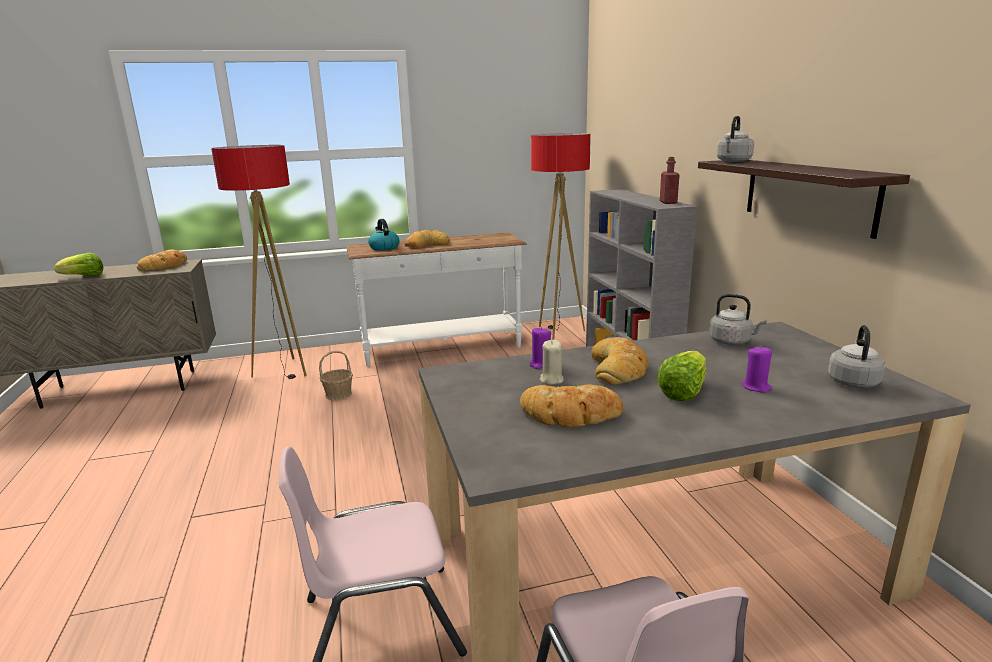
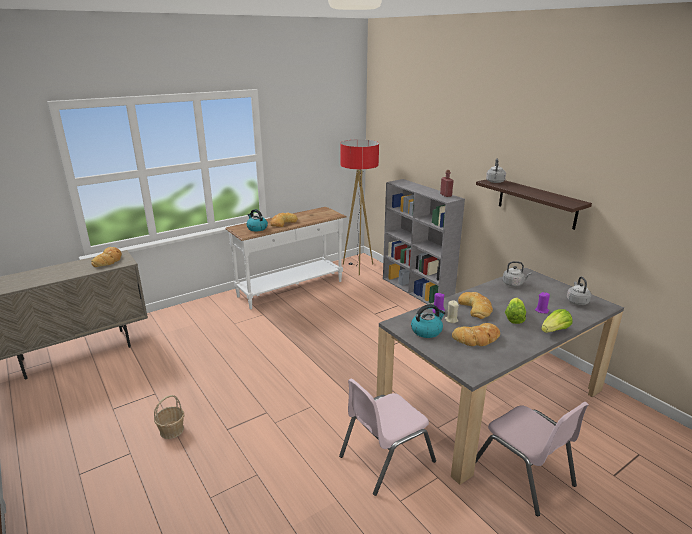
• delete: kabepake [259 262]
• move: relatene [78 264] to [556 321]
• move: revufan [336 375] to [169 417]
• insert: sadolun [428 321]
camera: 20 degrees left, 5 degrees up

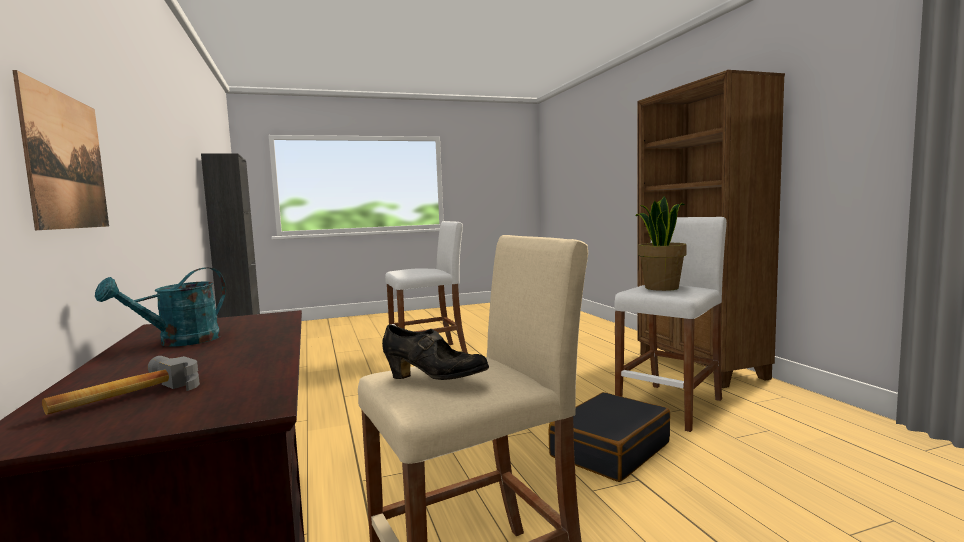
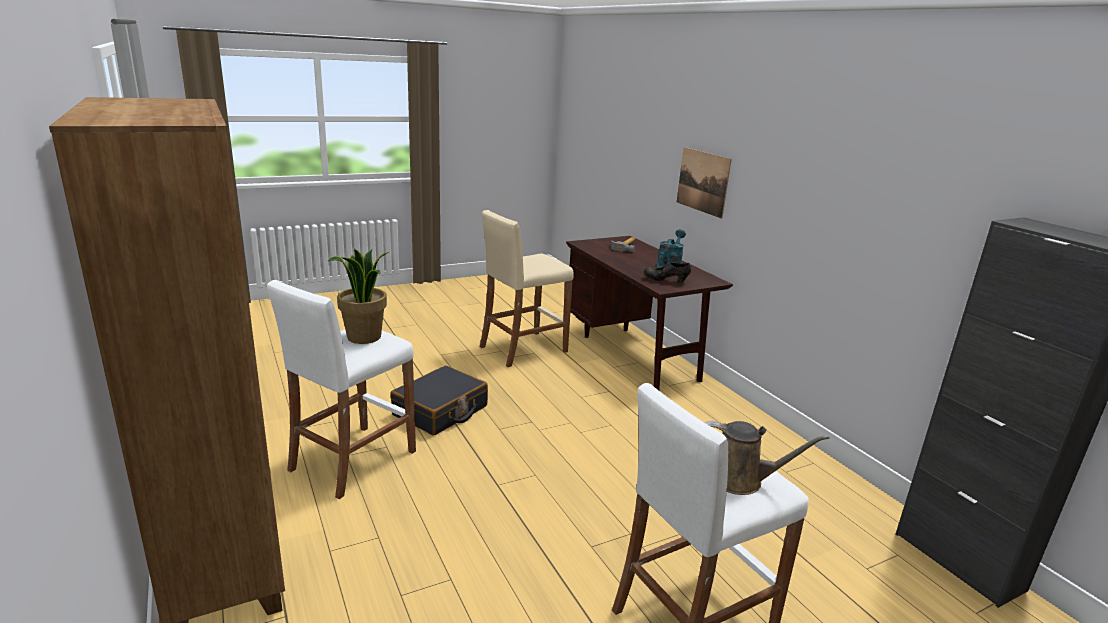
• move: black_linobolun [435 352] to [667 272]
• insert: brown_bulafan [767 458]
camera: 170 degrees right, 15 degrees up

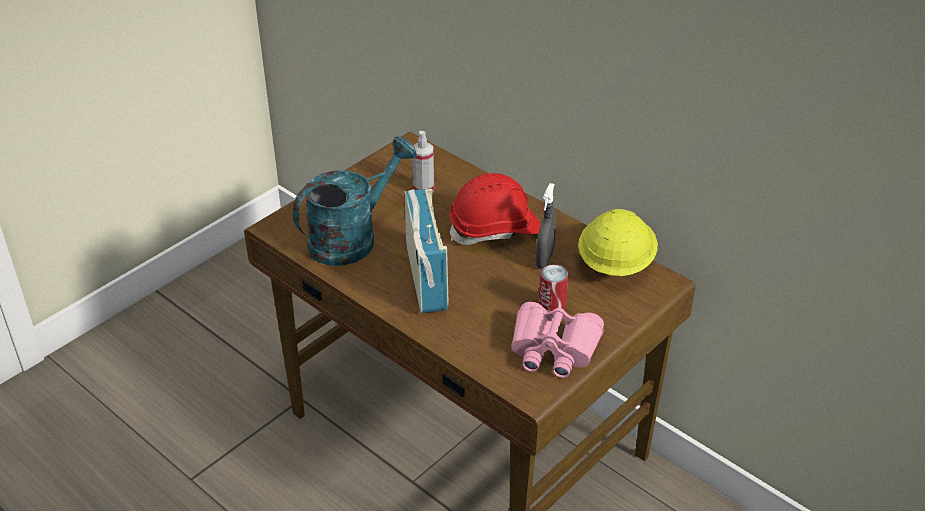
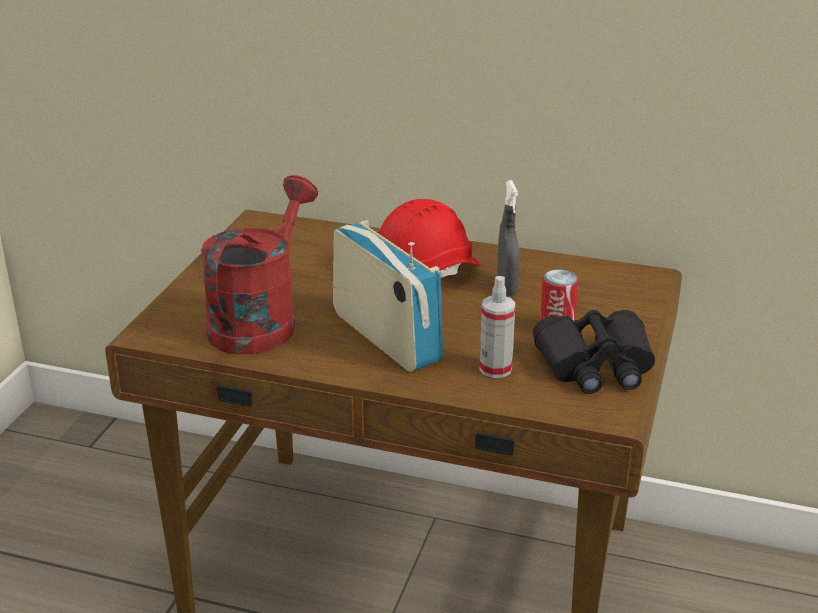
• move: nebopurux [423 161] to [497 327]
• recolor: turquoise_bulafan [355 201] to red_bulafan [259 264]
• delete: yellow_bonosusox [618 242]
• recolor: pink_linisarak [557 340] to black_linisarak [594 352]
camera: 25 degrees left, 10 degrees down

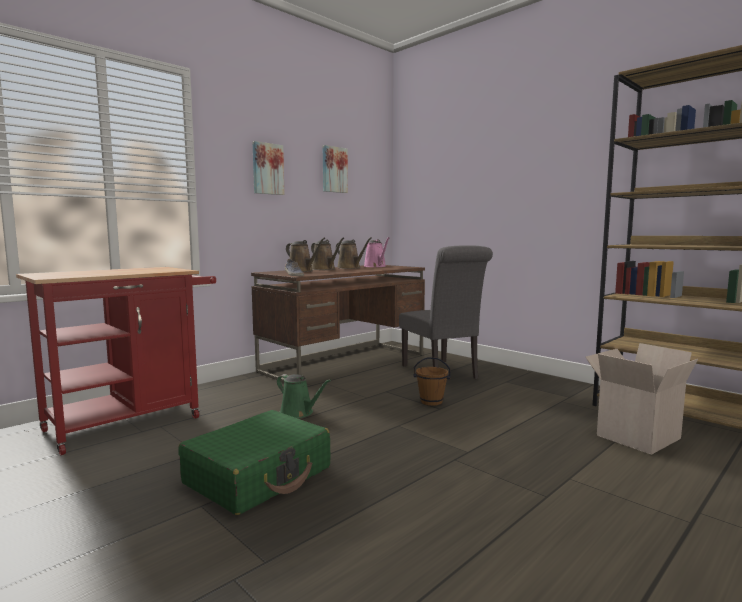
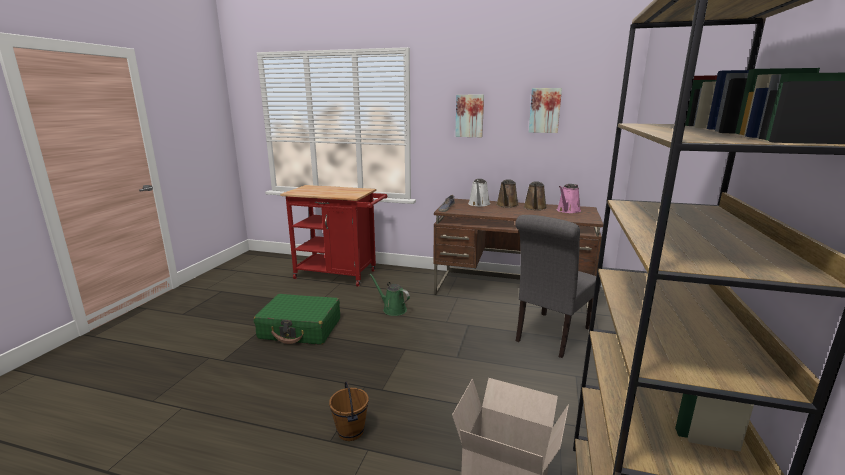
• recolor: brown_bulafan [305 255] to white_bulafan [479 193]
• move: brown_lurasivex [432 381] to [349 411]
• rotate: green_bulafan [304 396] = [389 295] 120 degrees clockwise
camera: 60 degrees right, 10 degrees up

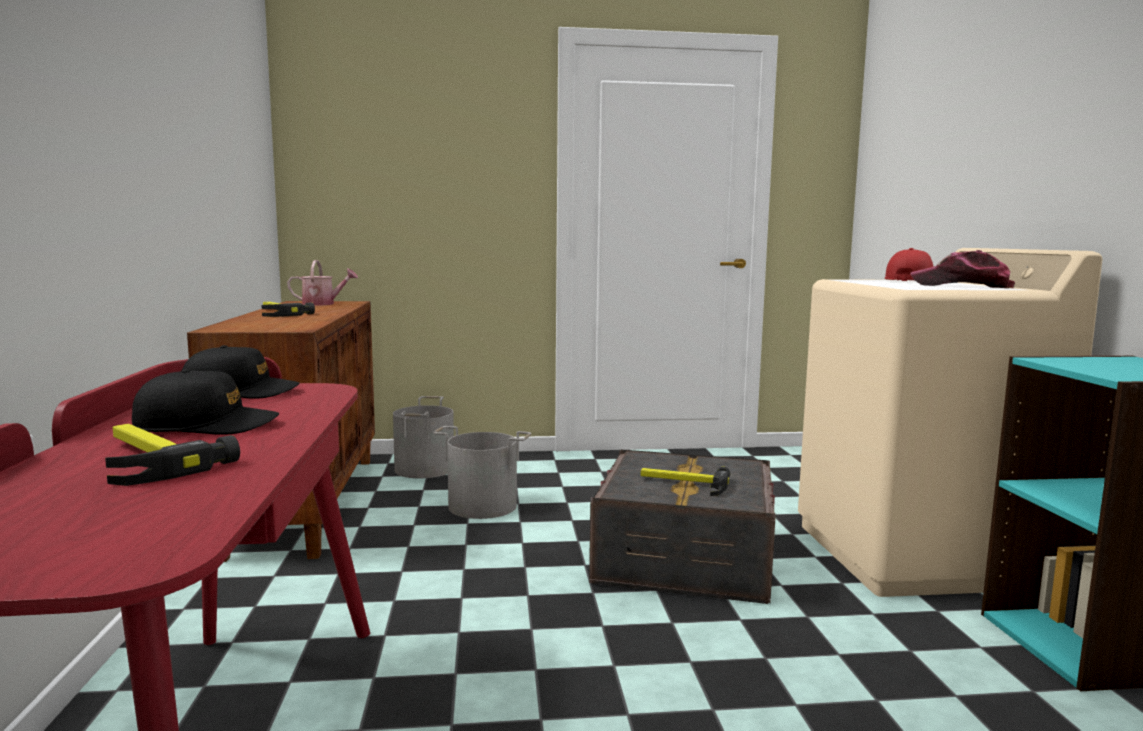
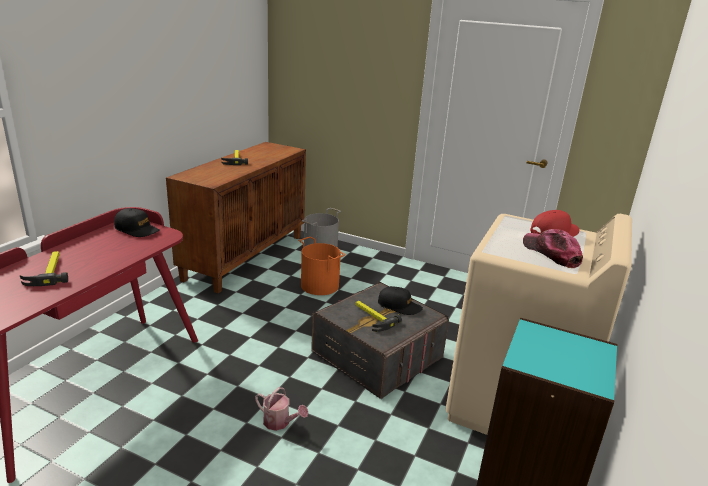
• move: bulafan [322 283] to [281 409]
• move: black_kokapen [205 402] to [400 300]
• recolor: grey_lurasivex [482 472] to orange_lurasivex [322 266]
camera: 30 degrees right, 15 degrees up

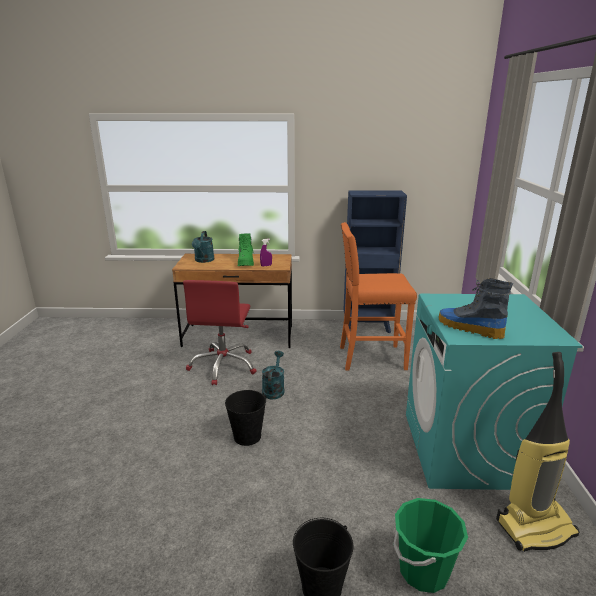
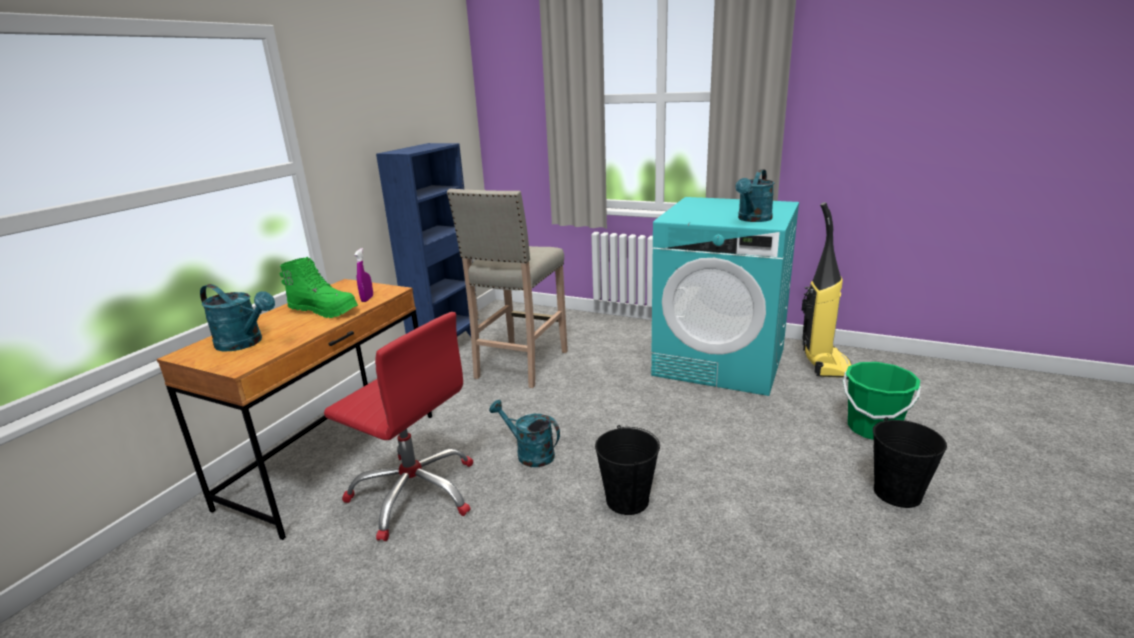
• recolor: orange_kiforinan [378 296] to beige_kiforinan [507 288]
• replace: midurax [476 308] to turquoise_bulafan [754 195]
camera: 65 degrees left, 0 degrees up

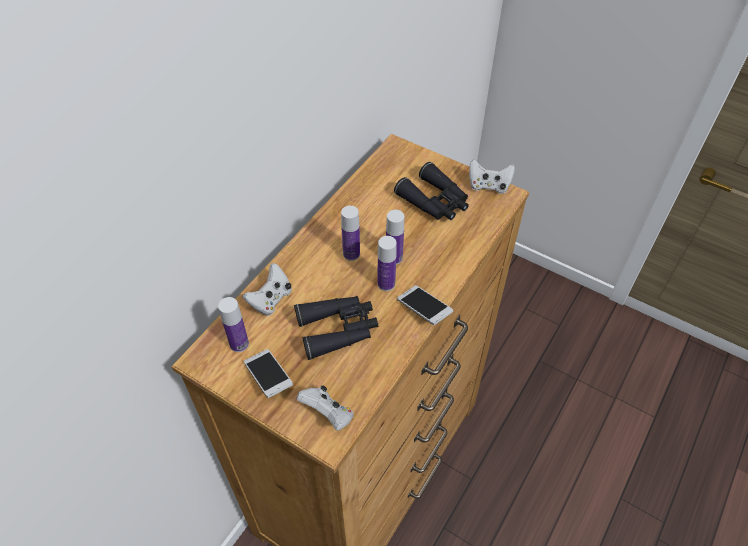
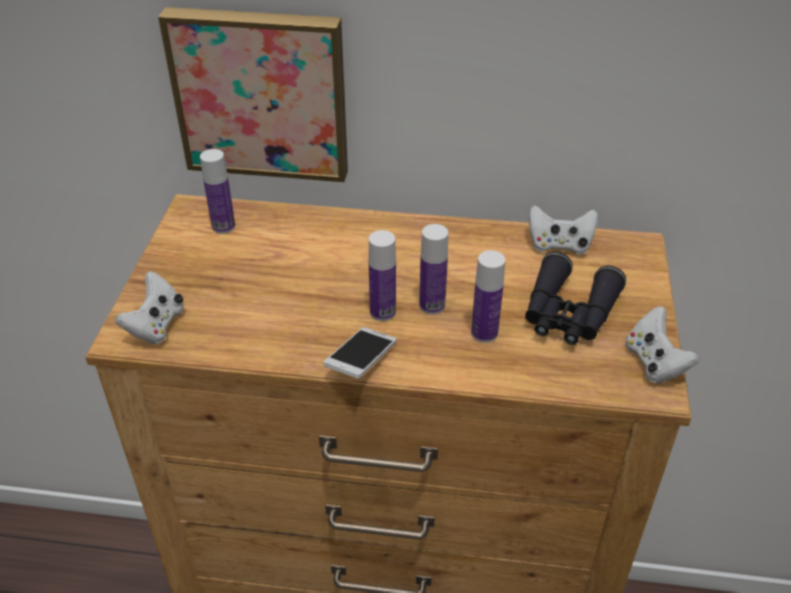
• move: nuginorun [350 233] to [488 296]
• move: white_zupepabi [267 289] to [563 230]
• delete: black_linisarak [336 328]
• delete: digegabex [268 373]
• insert: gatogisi [253 94]
camera: 65 degrees right, 10 degrees down

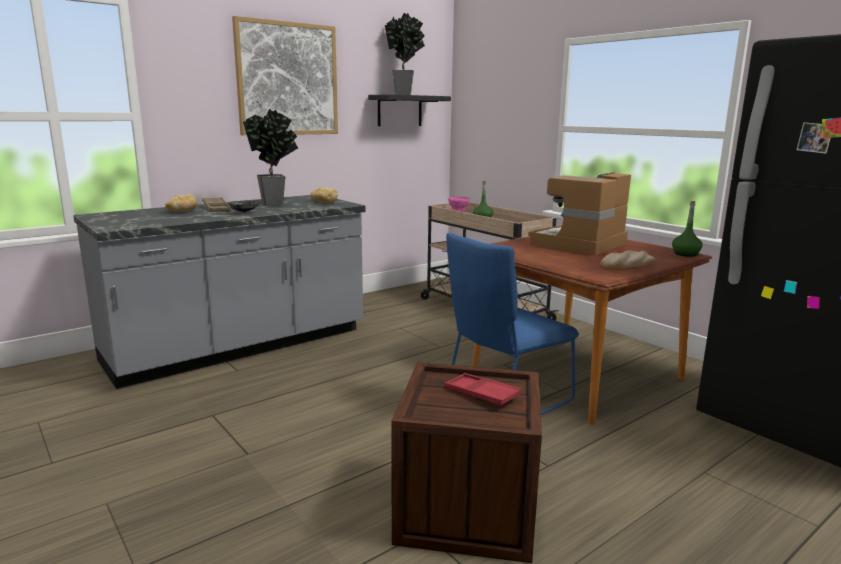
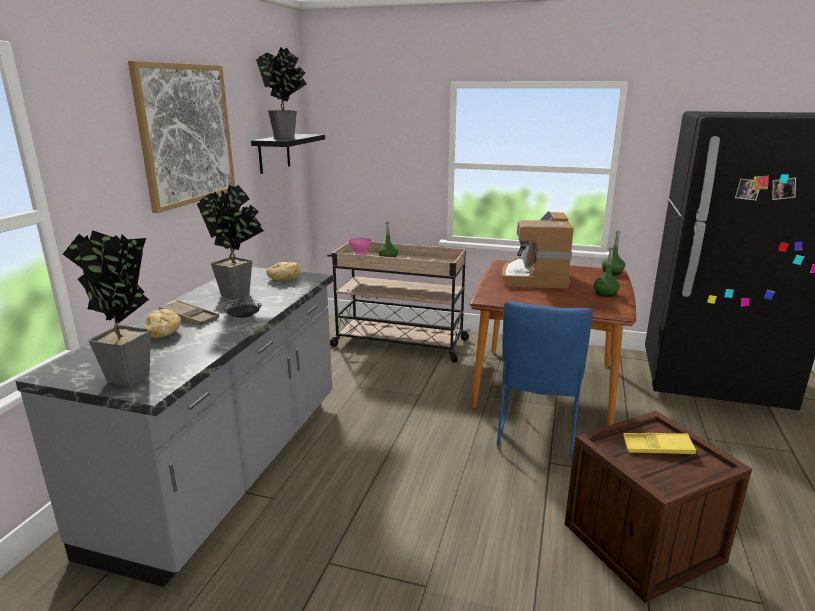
• replace: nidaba [628 259] to green_nuginorun [607 272]
• recolor: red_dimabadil [482 389] to yellow_dimabadil [659 443]
• insert: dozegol [107 308]
camera: 35 degrees left, 5 degrees up

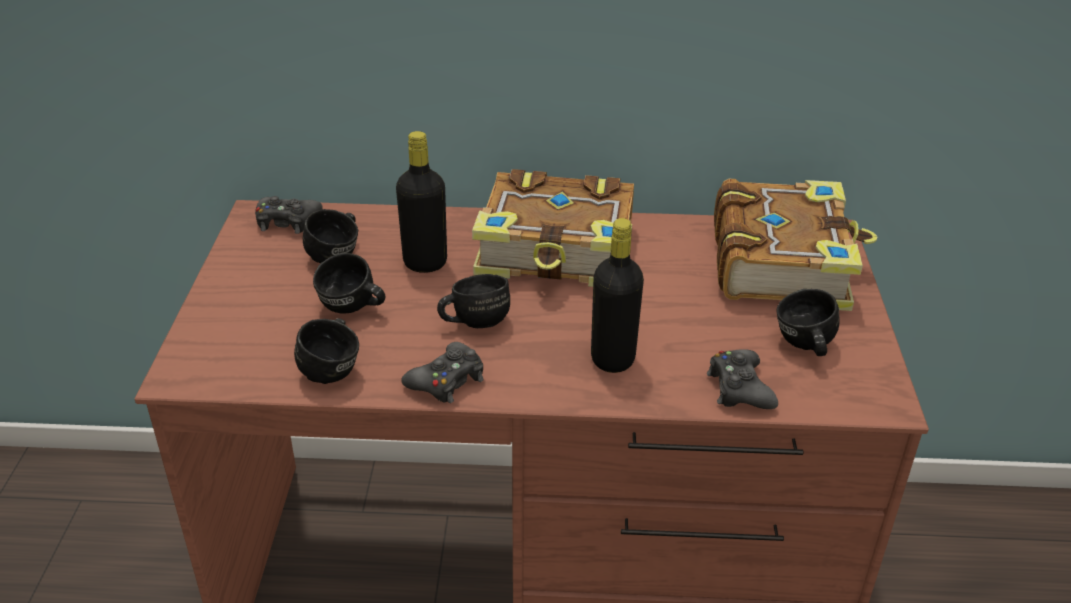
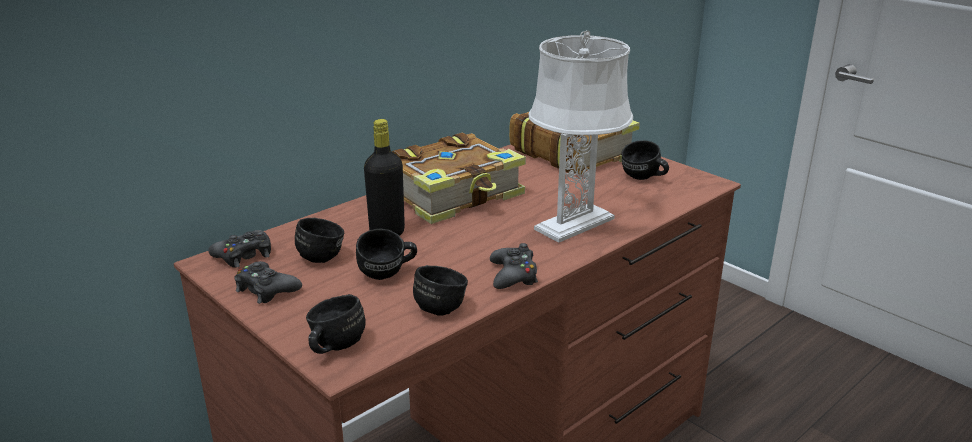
• replace: black_nuginorun [617 295] to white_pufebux [580 136]
• move: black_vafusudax [473 301] to [336 324]
• move: black_zupepabi [742 379] to [268 282]
camera: 45 degrees left, 10 degrees down

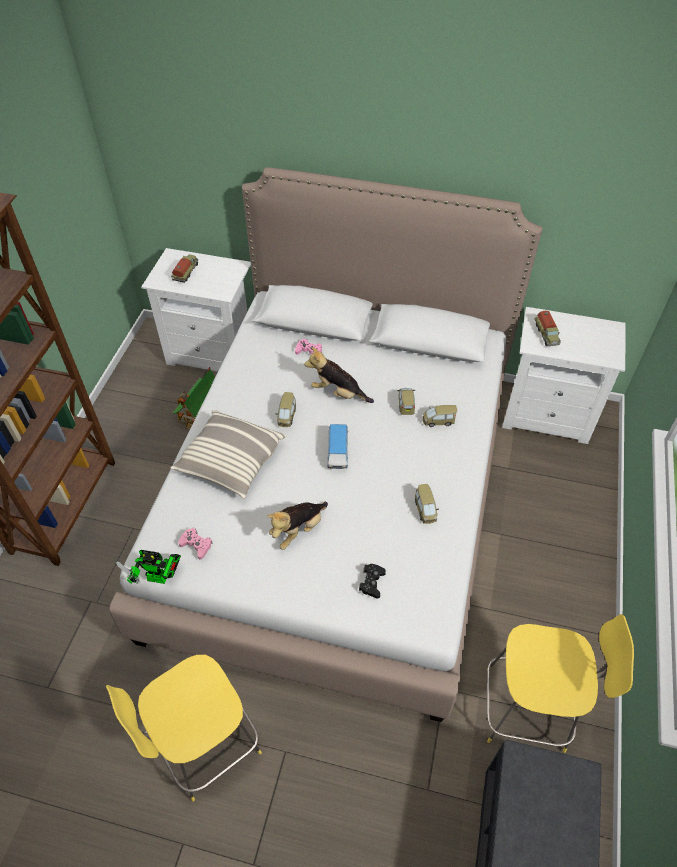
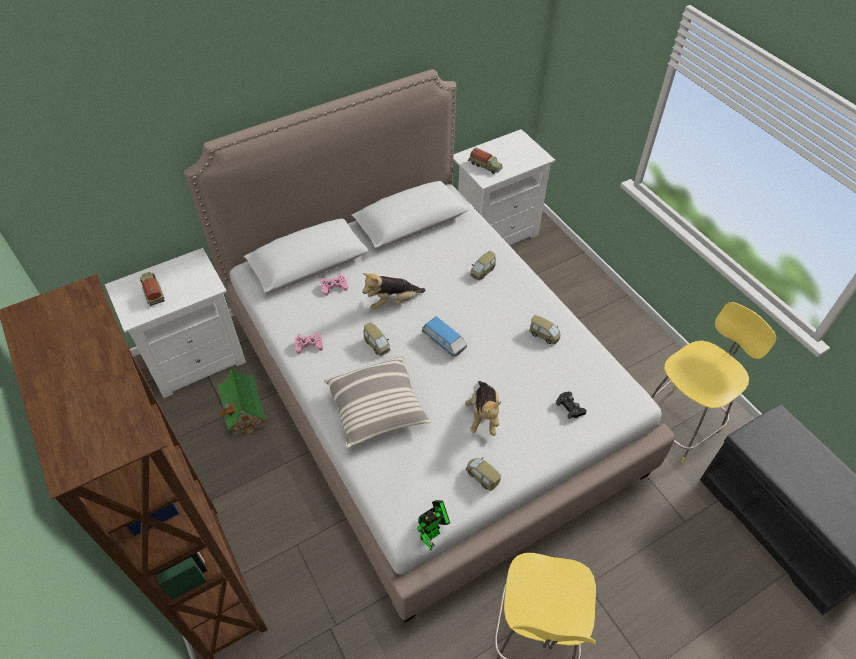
• move: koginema [406 401] to [483 474]
• move: pink_zupepabi [195 544] to [309 343]
camera: 45 degrees left, 0 degrees up

